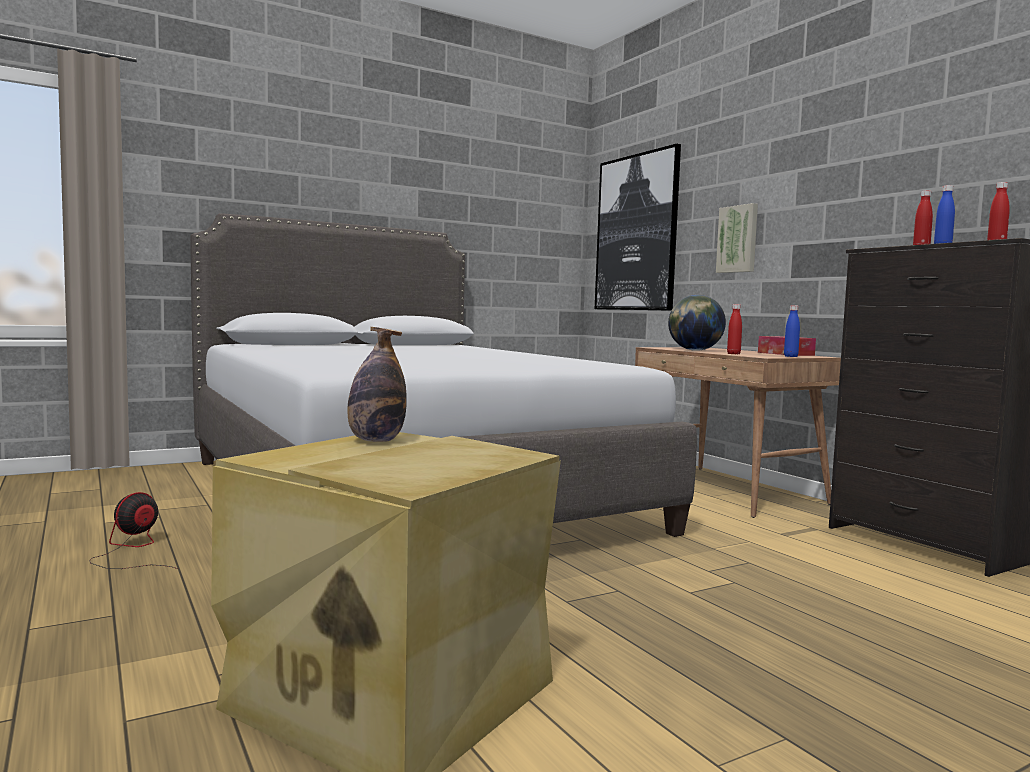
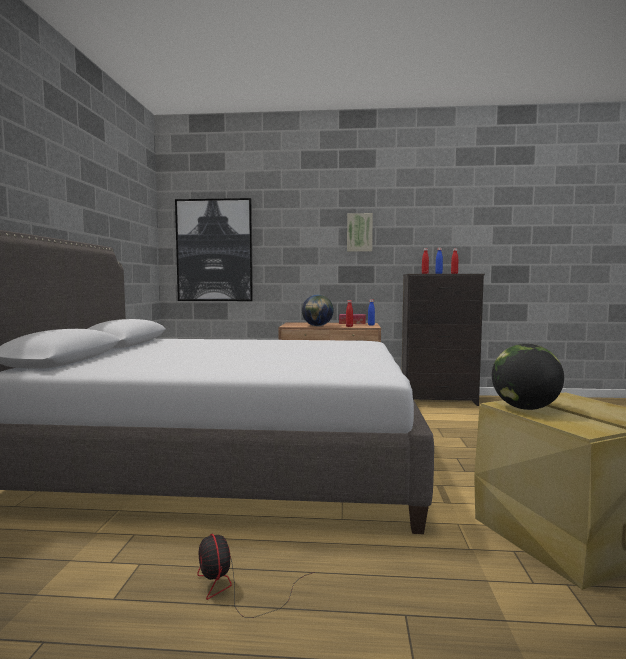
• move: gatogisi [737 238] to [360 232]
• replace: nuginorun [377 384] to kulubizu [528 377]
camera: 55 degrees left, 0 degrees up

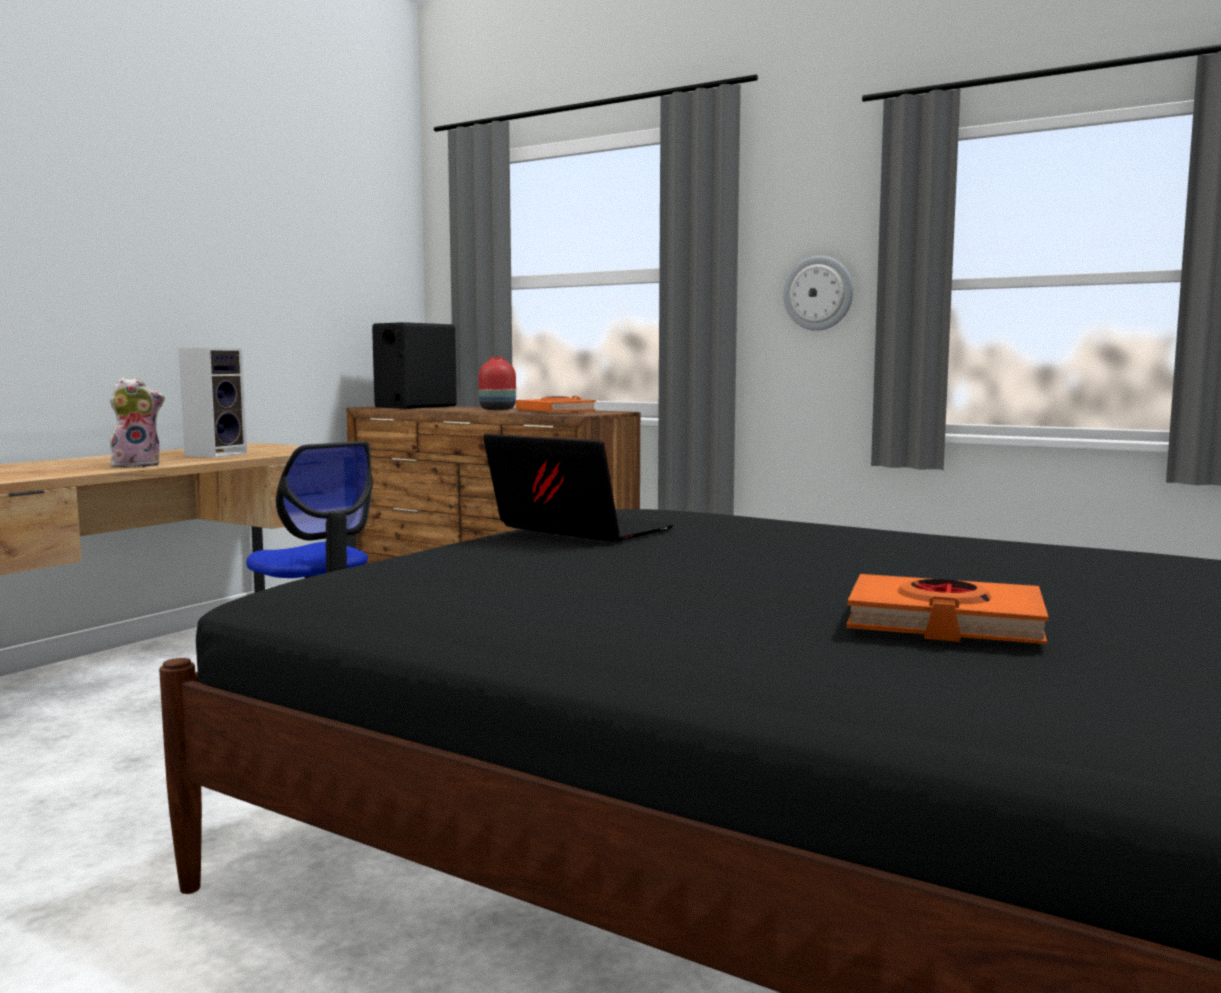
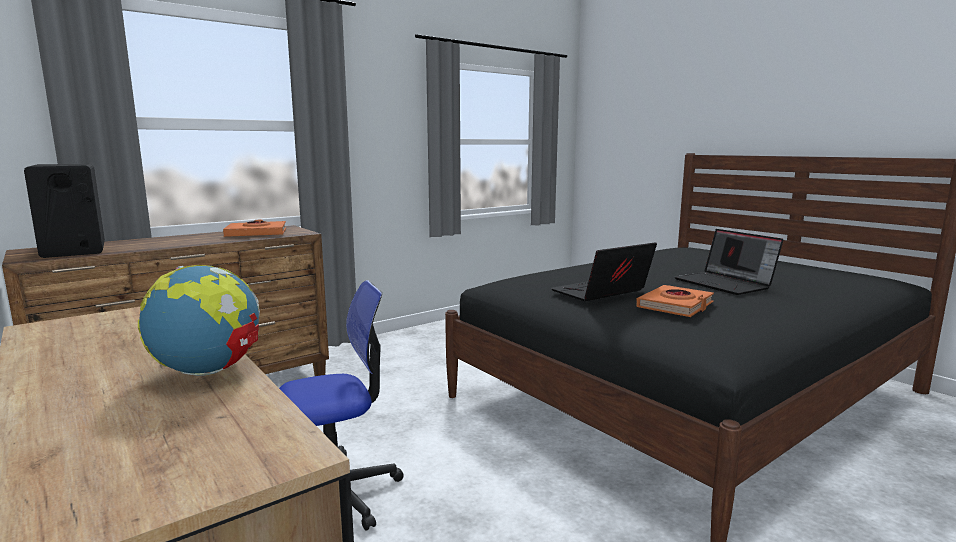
• delete: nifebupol [818 293]
• delete: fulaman [212 403]
• delete: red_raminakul [497 383]
• replace: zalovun [137 422] to kulubizu [199 320]
• move: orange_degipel [948 609] to [675 301]
• insert: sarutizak [729 262]
camera: 70 degrees left, 5 degrees up

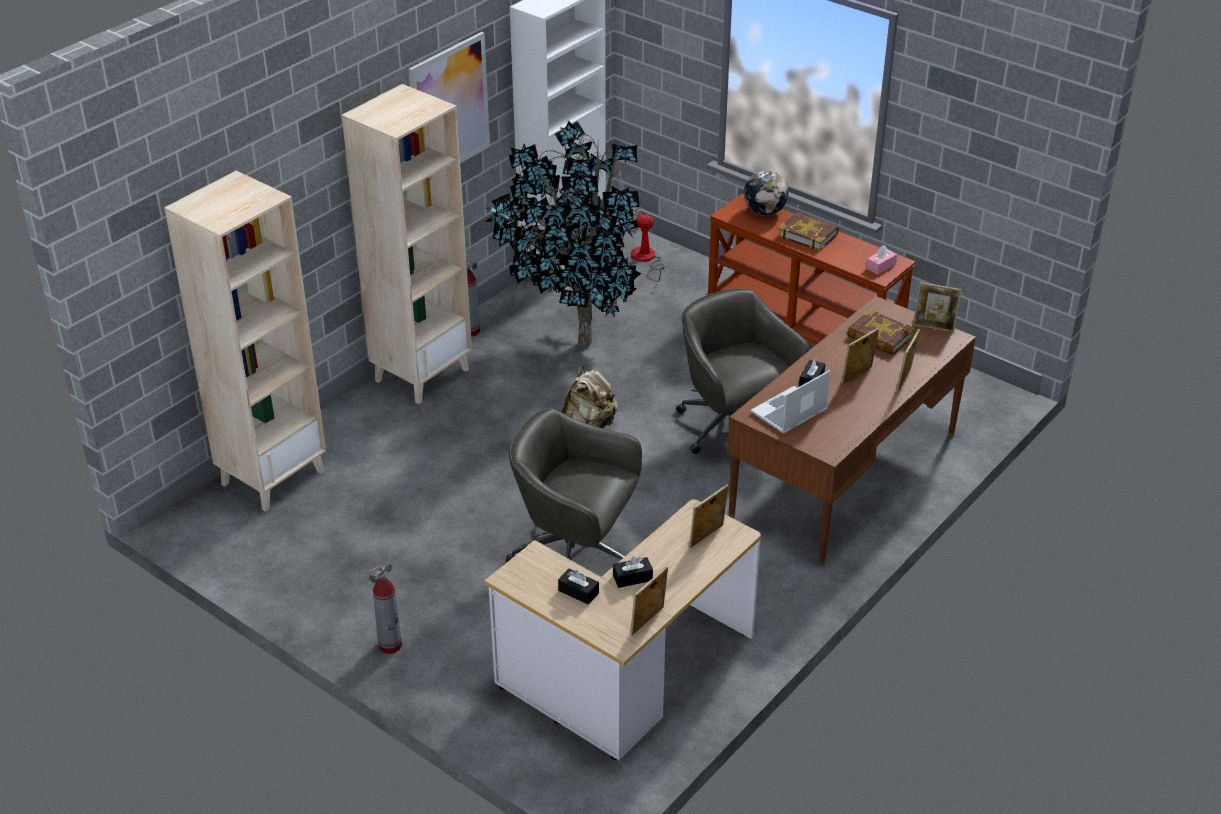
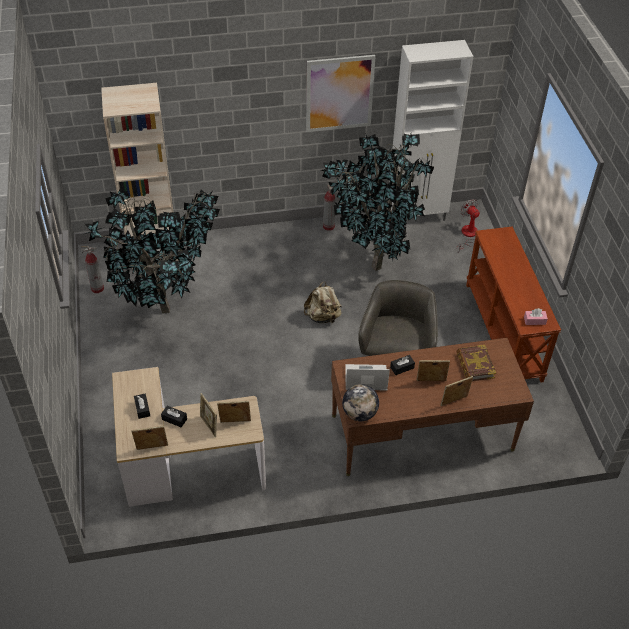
• delete: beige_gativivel [406 244]
• move: kulubizu [766 192] to [360 402]
• delete: degipel [808 231]
• move: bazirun [937 307] to [208 415]
• delete: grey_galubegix [574 485]
• move: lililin [385 608] to [92 269]
• insert: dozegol [152 251]
camera: 40 degrees right, 10 degrees up

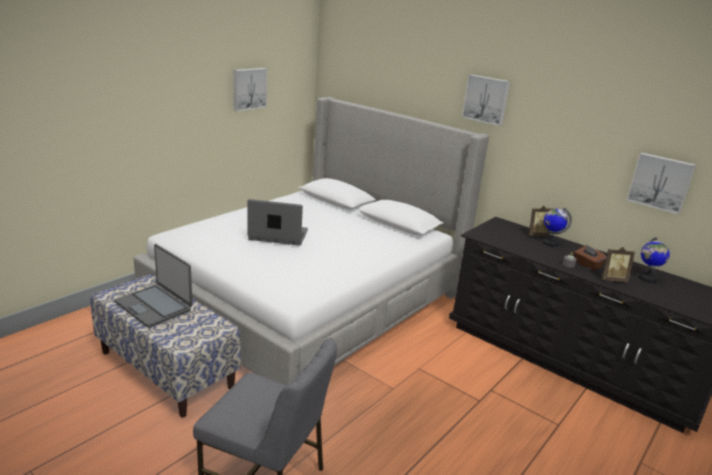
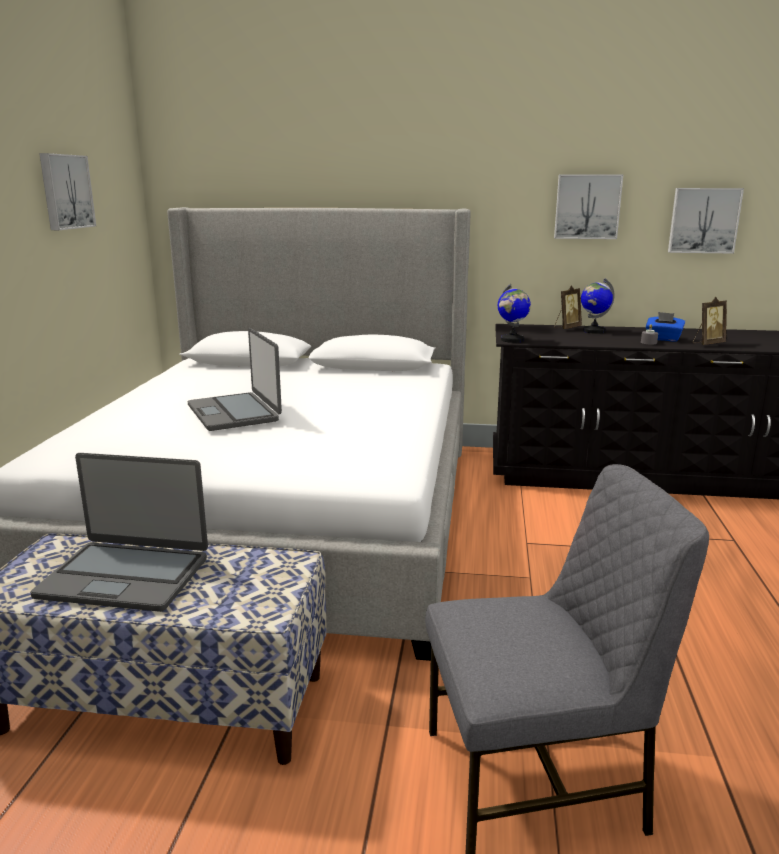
• move: gatogisi [486 100] to [588 206]
• rotate: sarutizak [278 222] = [235 379] 90 degrees counterclockwise
• move: kulubizu [654 260] to [514 313]
• recolor: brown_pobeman [590 257] to blue_pobeman [665 327]
camera: 30 degrees left, 5 degrees down

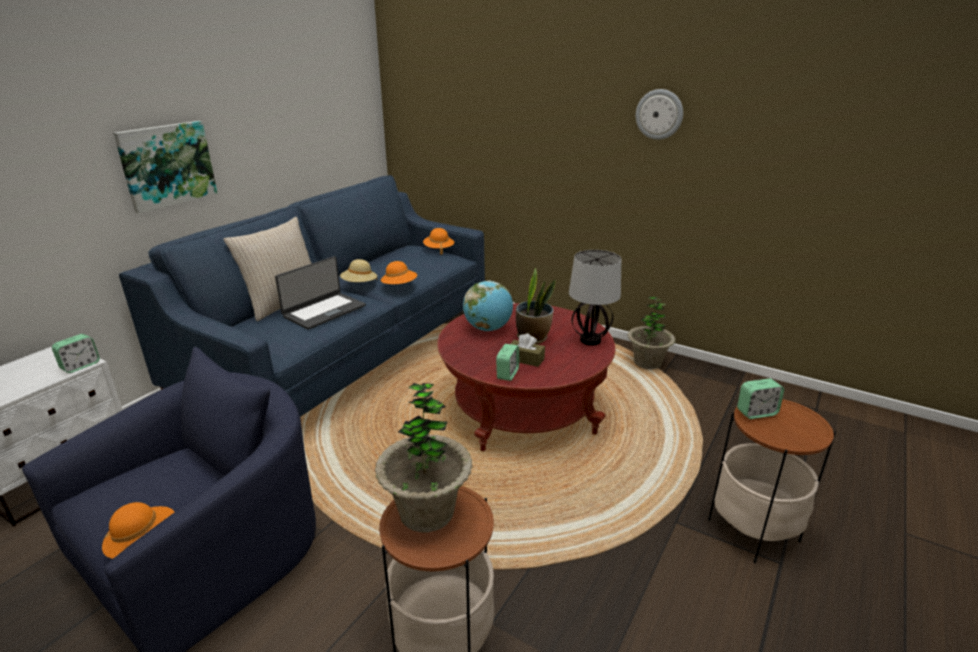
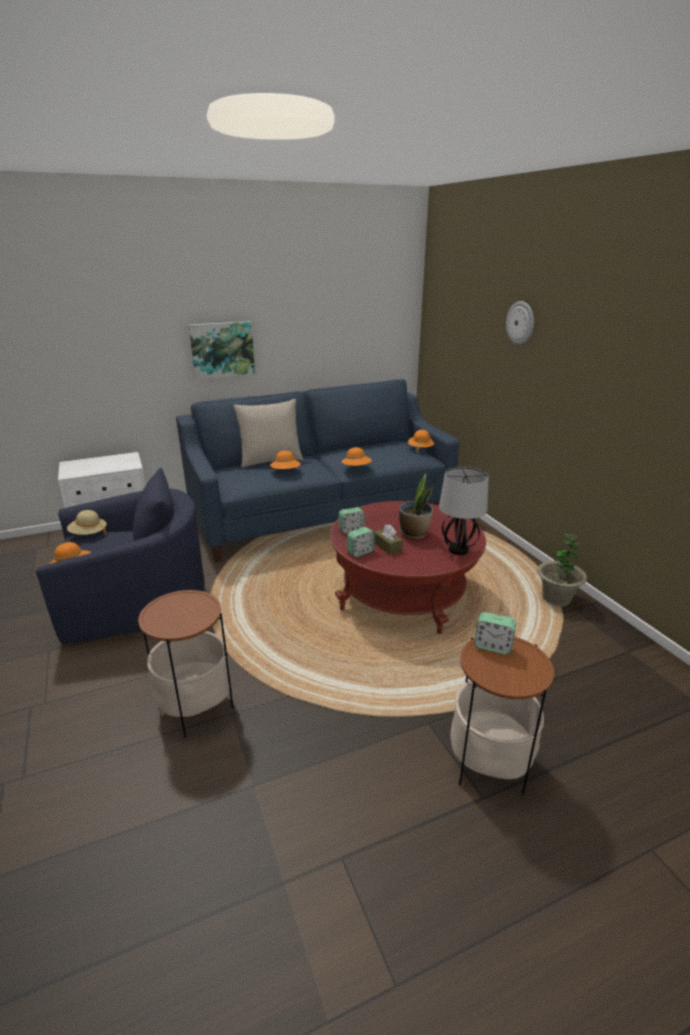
• move: nifebupol [659 114] to [520 323]
• replace: sarutizak [320 292] to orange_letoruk [285 459]
• move: beige_letoruk [358 270] to [87 522]
• delete: kulubizu [488 306]
• move: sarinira [76 353] to [352 520]
• delete: dozegol [423 457]
camera: 35 degrees right, 0 degrees up

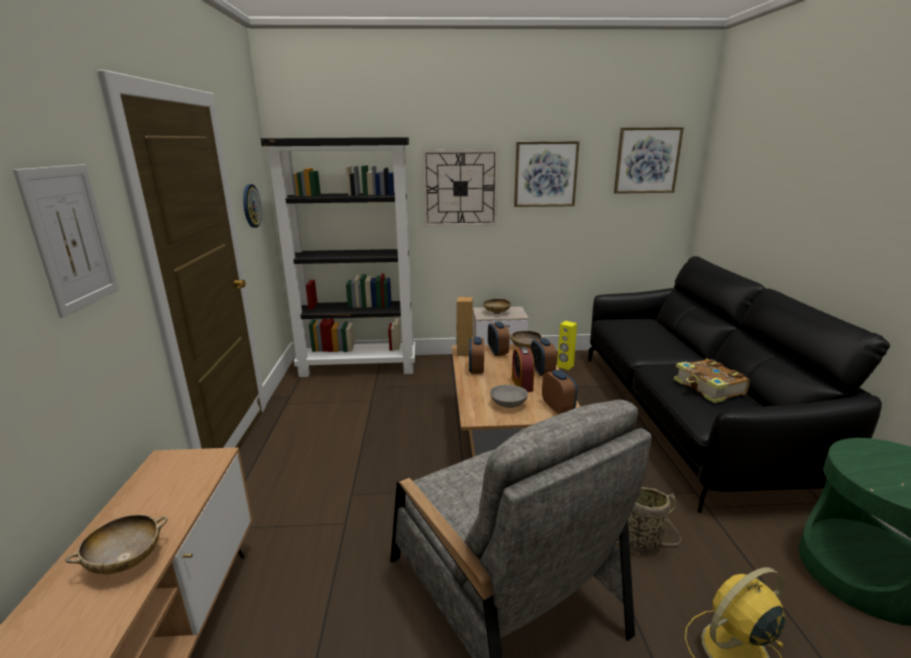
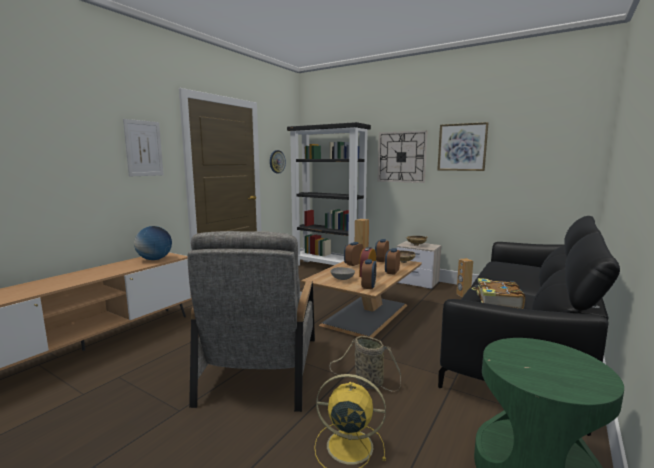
• delete: gatogisi [649 160]
• recolor: yellow_fulaman [567 345] to brown_fulaman [464 277]
• delete: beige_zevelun [117 544]
• insert: kulubizu [153 243]
camera: 35 degrees right, 10 degrees down

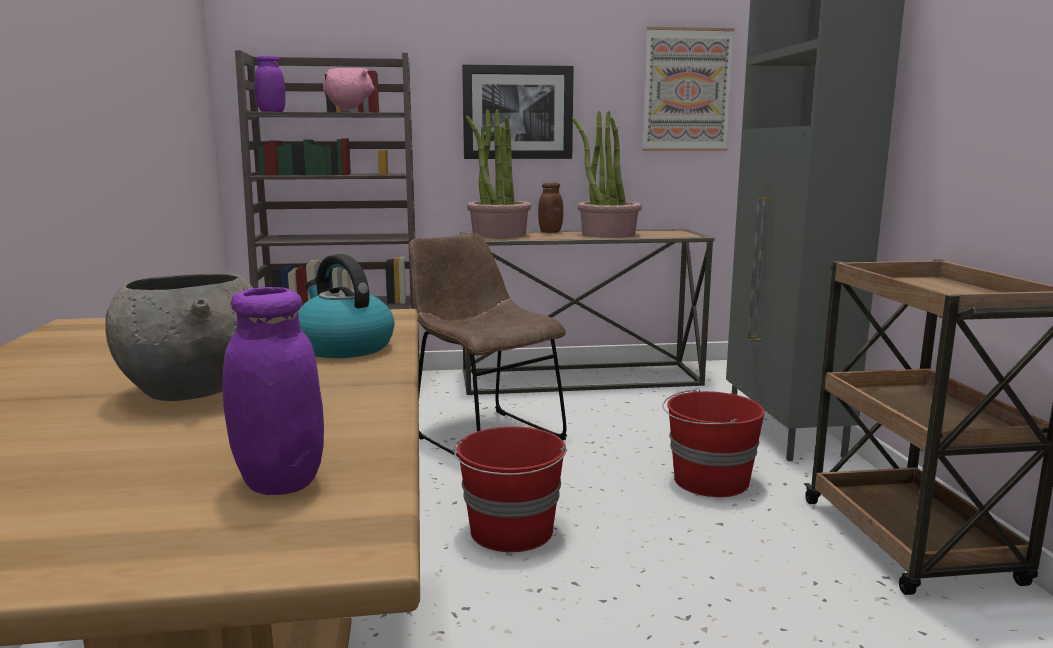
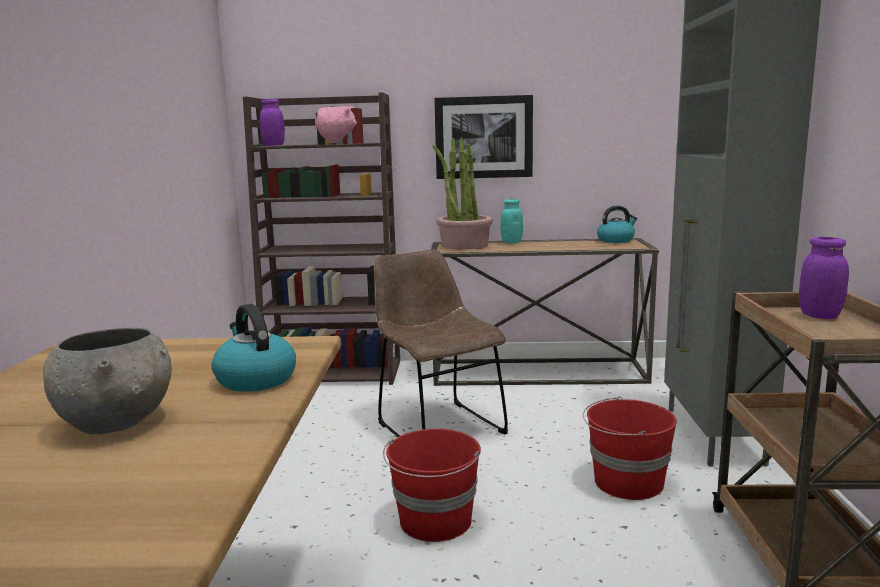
• delete: gatogisi [688 89]
• delete: dozegol [607 174]
• recolor: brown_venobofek [550 208] to turquoise_venobofek [511 221]
• move: purple_venobofek [273 391] to [824 278]
• insert: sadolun [617 224]
camera: 10 degrees right, 0 degrees up

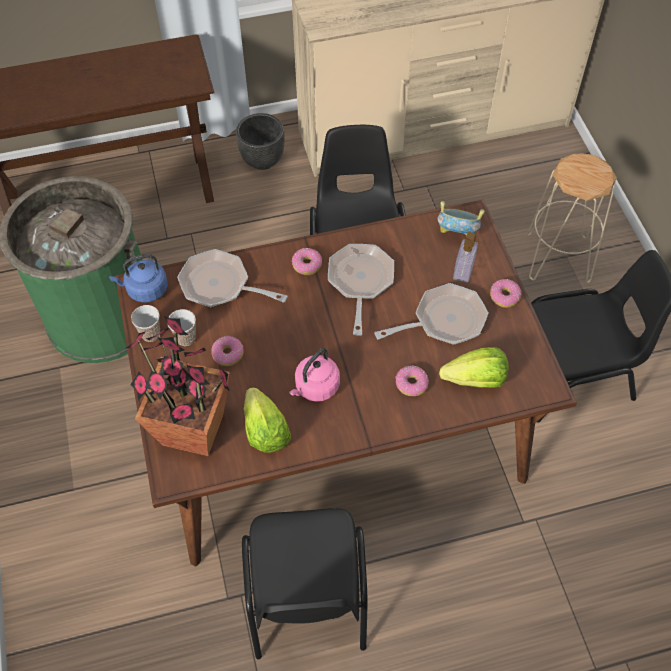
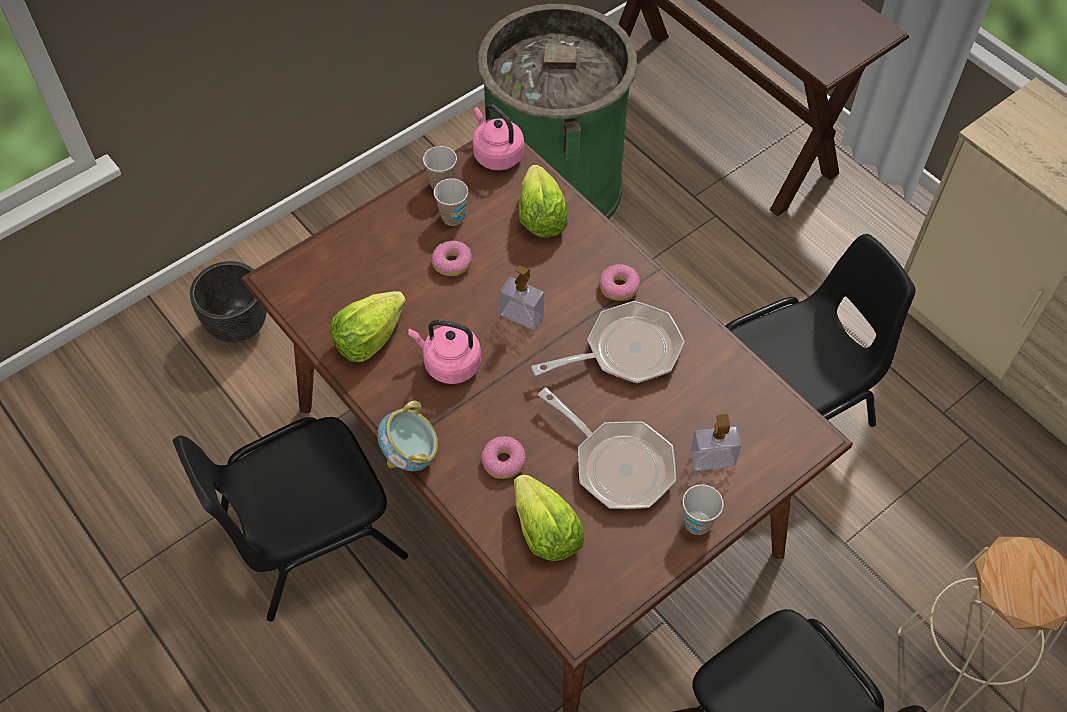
• move: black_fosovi [260 141] to [228 302]
• move: zevelun [461 218] to [407 436]
• replace: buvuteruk [232 278] to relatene [543 201]
• recolor: blue_sadolun [138 278] to pink_sadolun [498 137]
• replace: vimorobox [506 293] to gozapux [703 509]
• delete: dozegol [177 386]
• insert: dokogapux [521 297]
camera: 65 degrees right, 0 degrees up

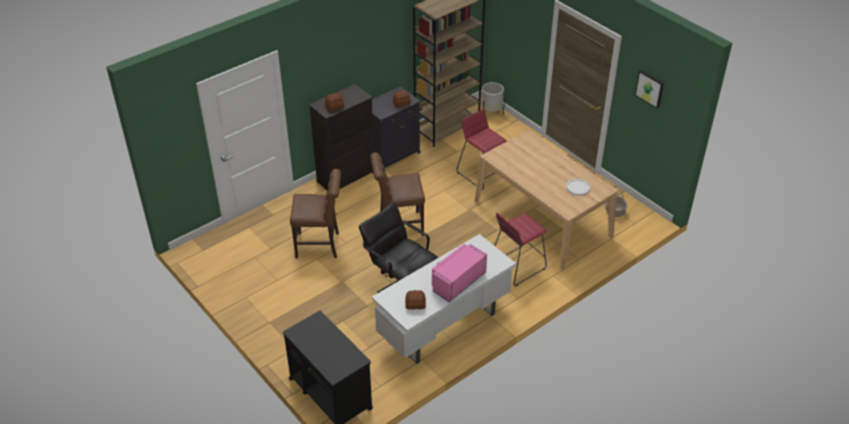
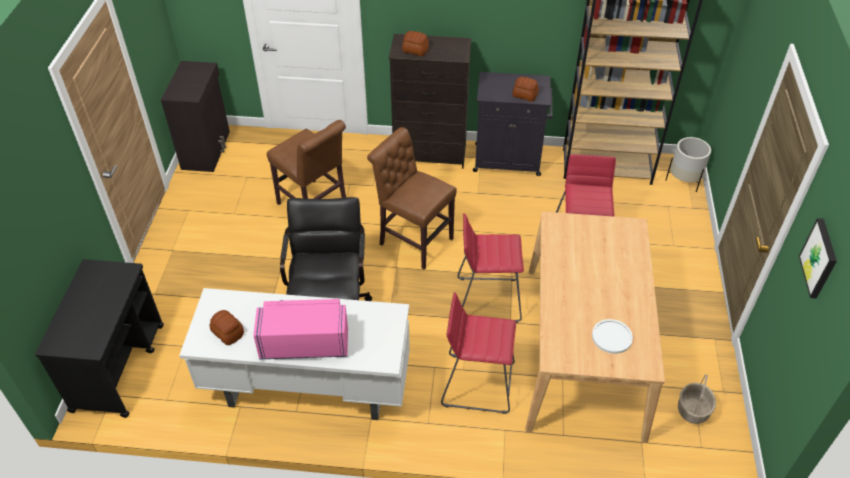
• insert: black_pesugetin [195 116]
• insert: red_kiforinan [490 268]
camera: 45 degrees right, 5 degrees up

